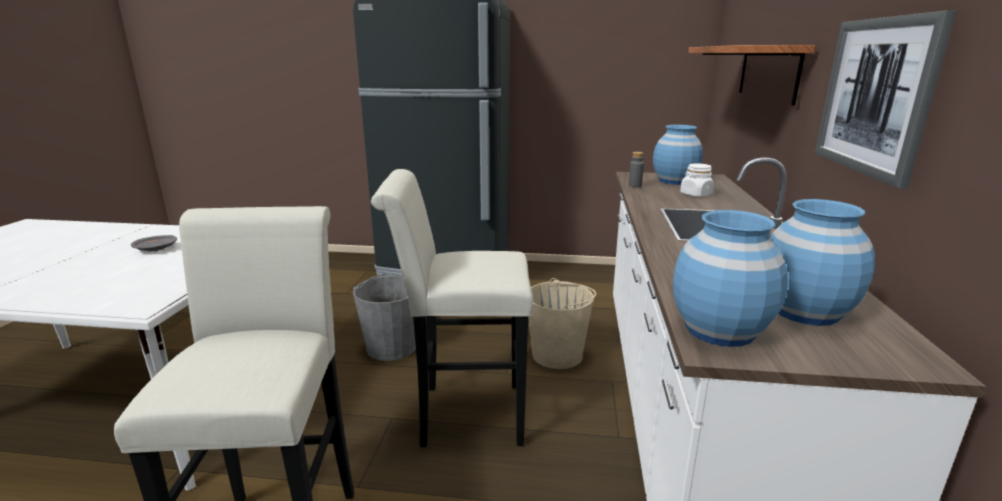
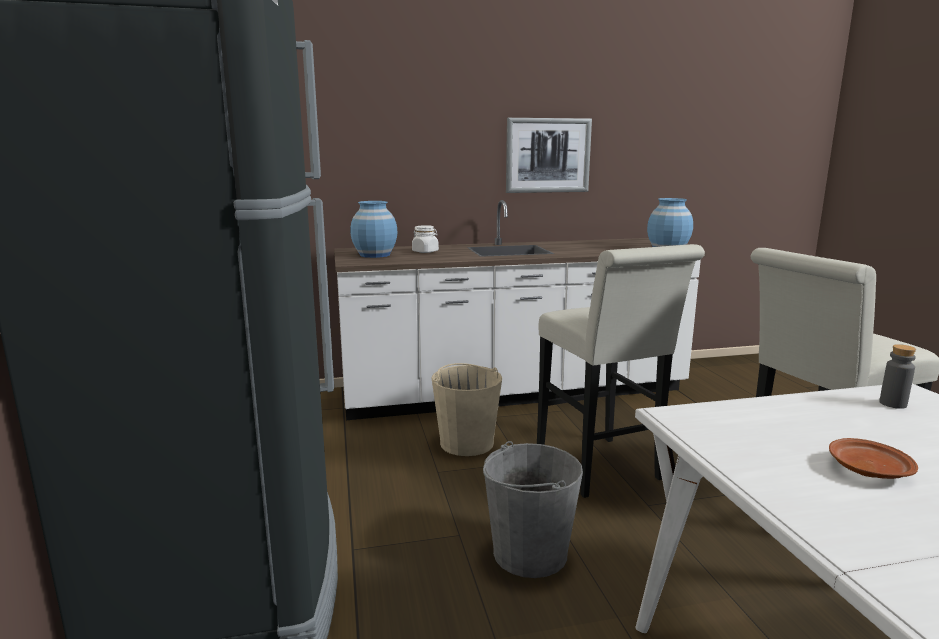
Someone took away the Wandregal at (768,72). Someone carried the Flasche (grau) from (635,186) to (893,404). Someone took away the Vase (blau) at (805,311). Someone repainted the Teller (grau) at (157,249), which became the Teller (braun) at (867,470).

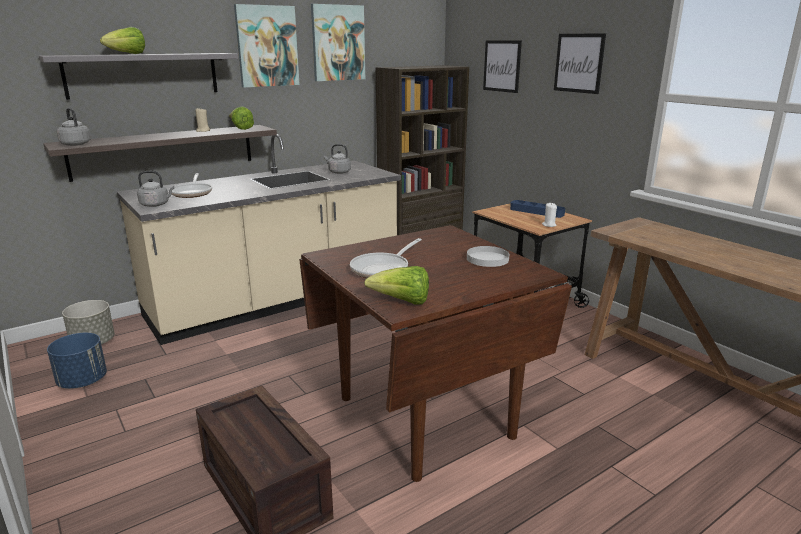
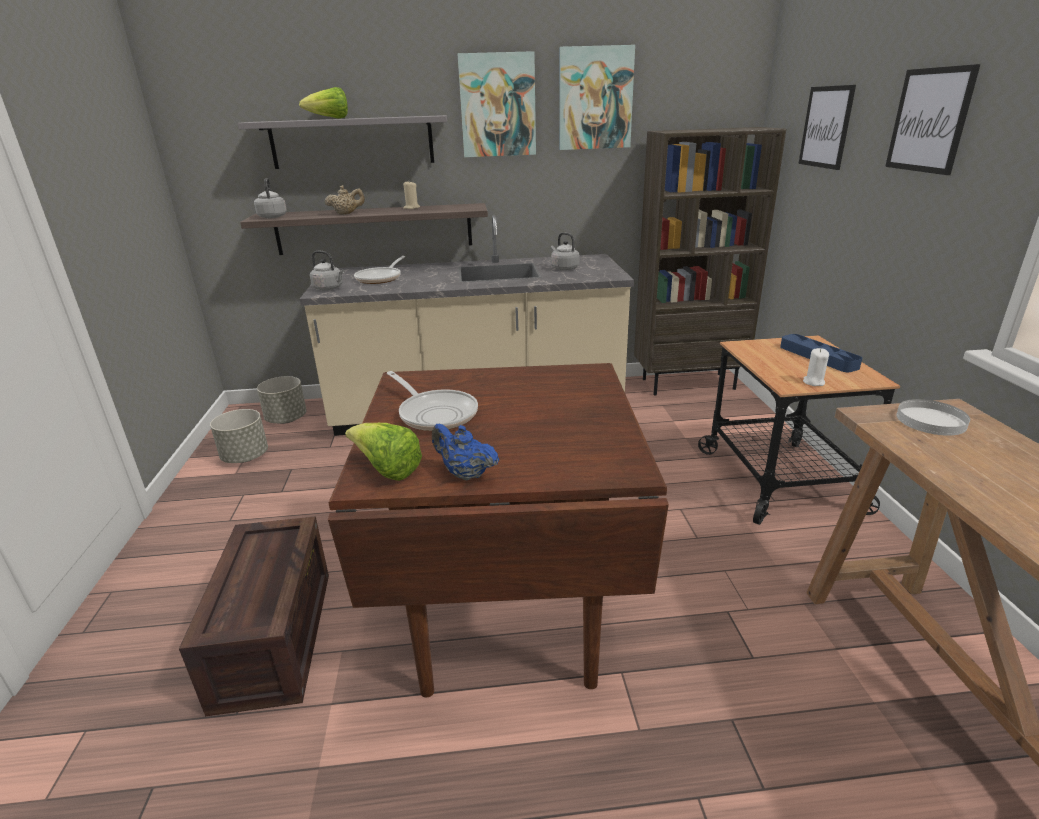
Someone took away the Salatkopf at (240,128). Someone rotated the Pfanne at (383,269) by 105 degrees counterclockwise. Someone carried the Teller (weiß) from (488,259) to (931,420). Someone repainted the Pflanzkübel (blau) at (82,381), which became the Pflanzkübel (grau) at (245,457). Someone put down the Teekanne (beige) at (347,214). Someone put down the Teekanne (blau) at (465,474).

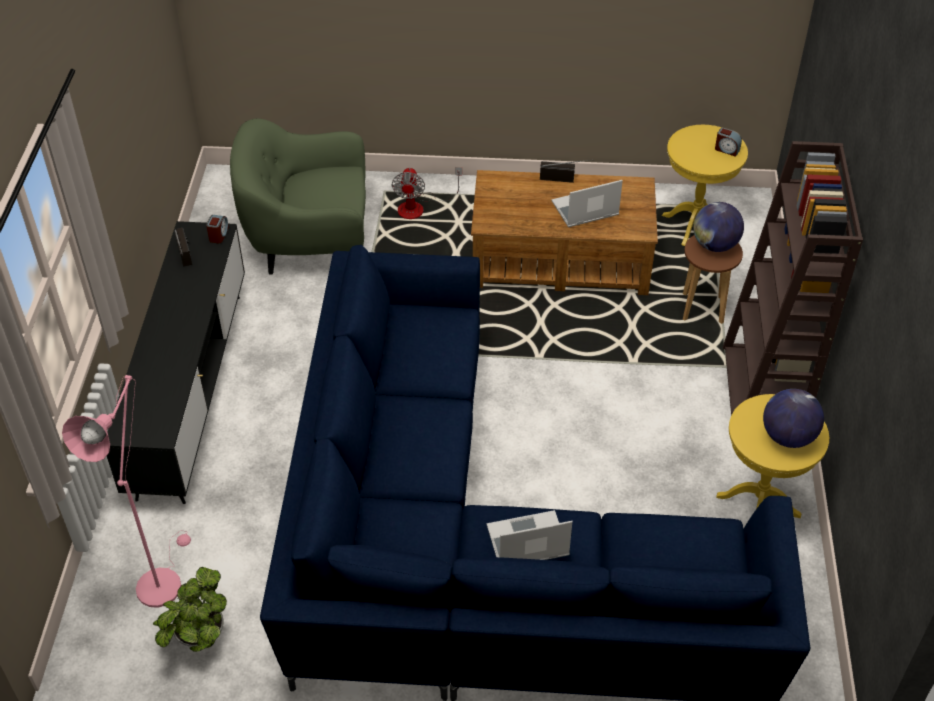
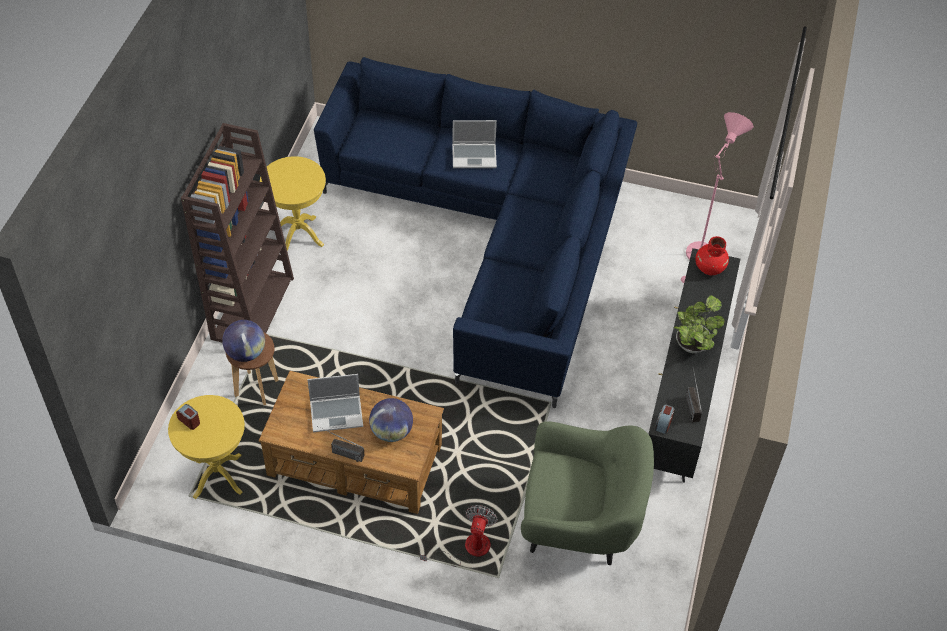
Someone carried the Globus from (788,436) to (391,432). Someone carried the Topfpflanze from (198,637) to (693,344). Someone put down the Vase (rot) at (709,268).

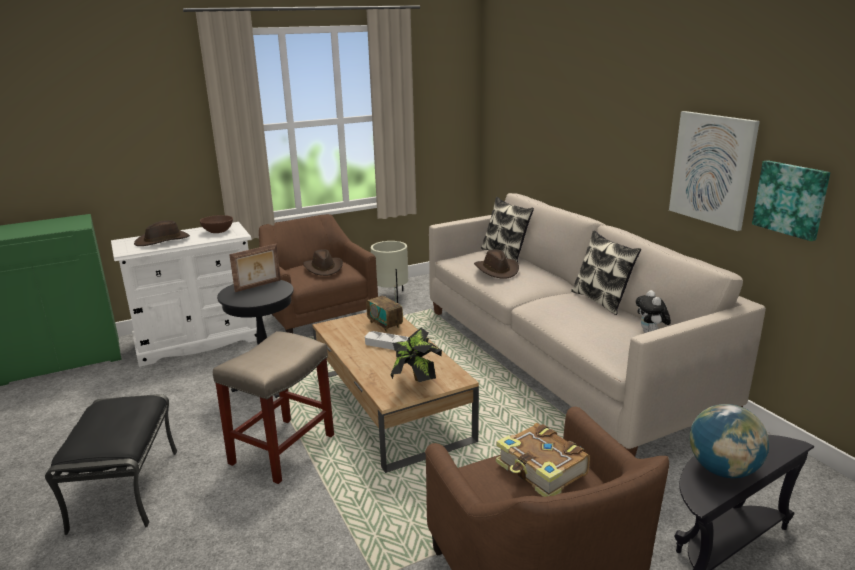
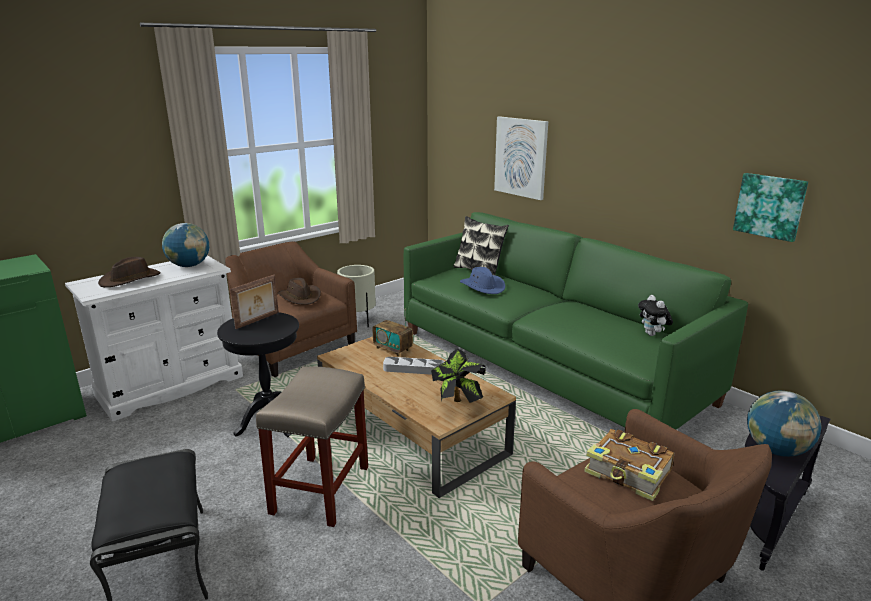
Someone carried the Bild from (712,169) to (521,157). Someone repainted the Sofa (beige) at (561,358), which became the Sofa (grün) at (547,365). Someone swapped the Schüssel (braun) at (218,231) for the Globus at (189,266). Someone took away the Kissen at (601,300). Someone repainted the Hut (braun) at (497,270), which became the Hut (blau) at (483,286).

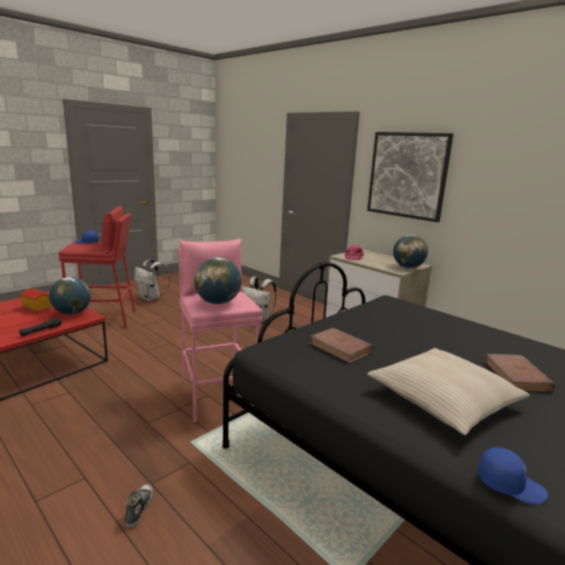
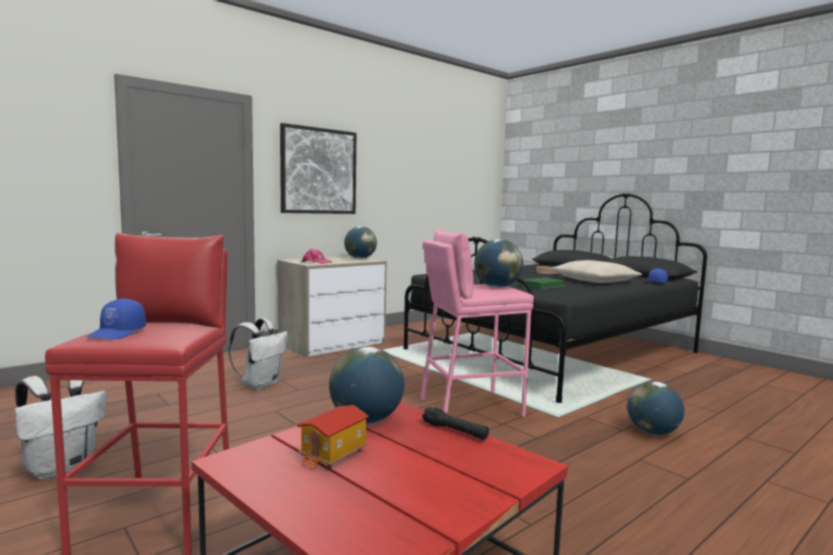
Someone repainted the Buch (braun) at (340,348), which became the Buch (grün) at (542,286). Someone swapped the Schuh at (138,508) for the Globus at (653,432).

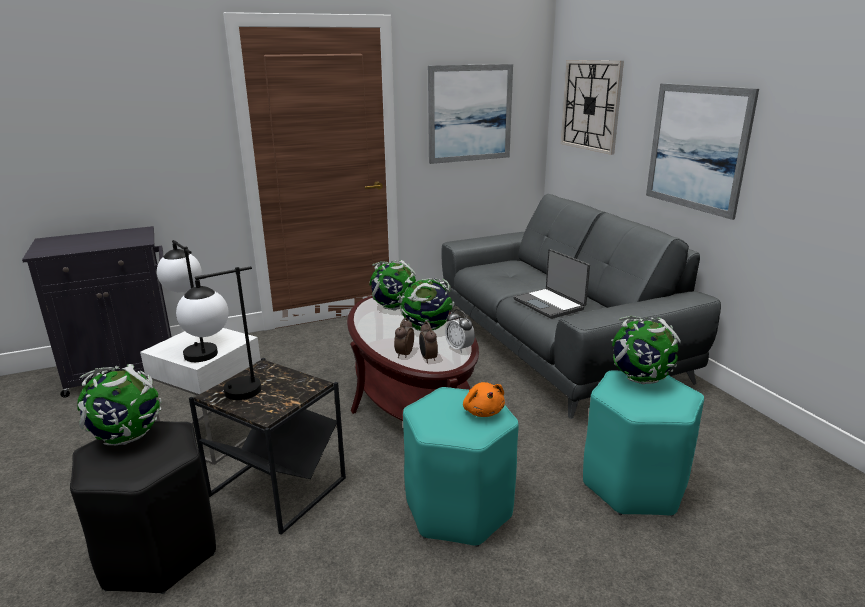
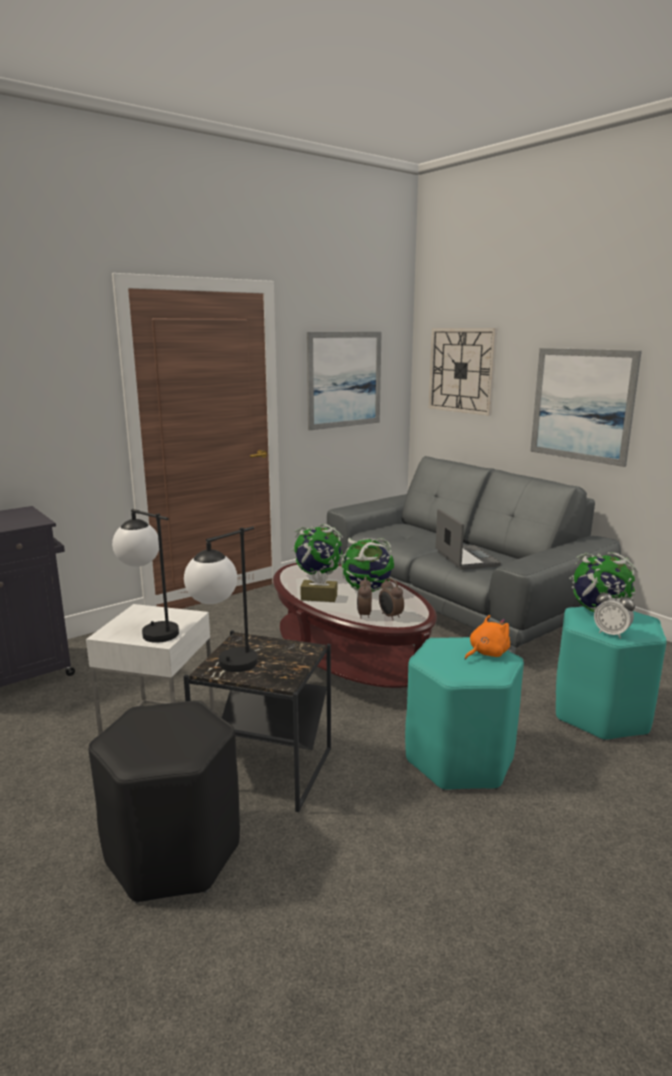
Someone rotated the Laptop at (550,304) by 150 degrees counterclockwise. Someone carried the Wecker from (459,348) to (611,633). Someone took away the Globus at (126,437). Someone rotated the Plüschtier (orange) at (483,411) by 90 degrees counterclockwise. Someone put down the Taschentuchbox (braun) at (319,597).

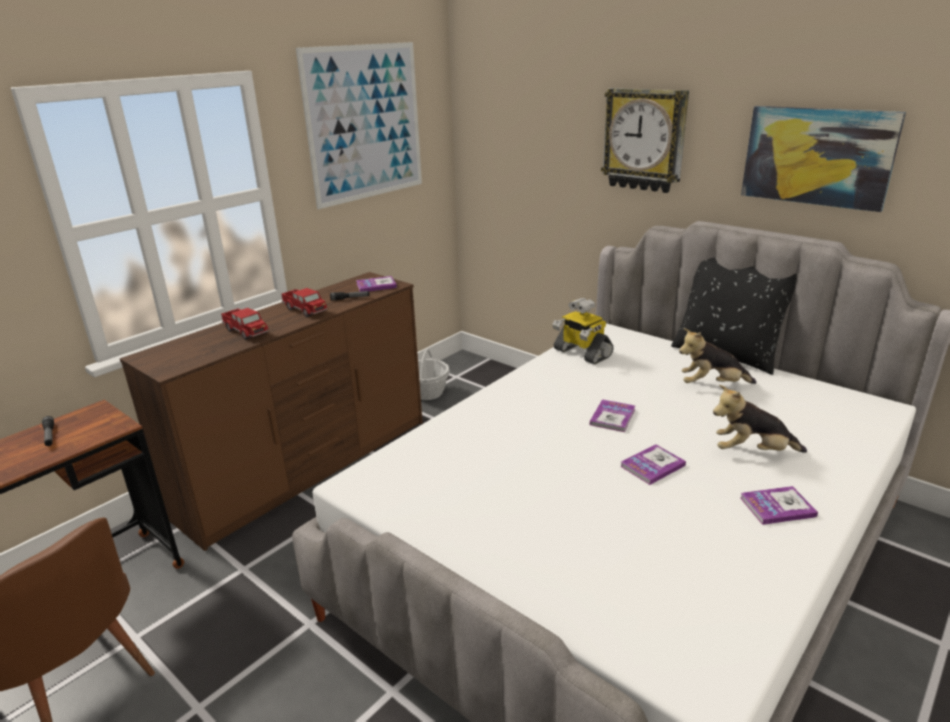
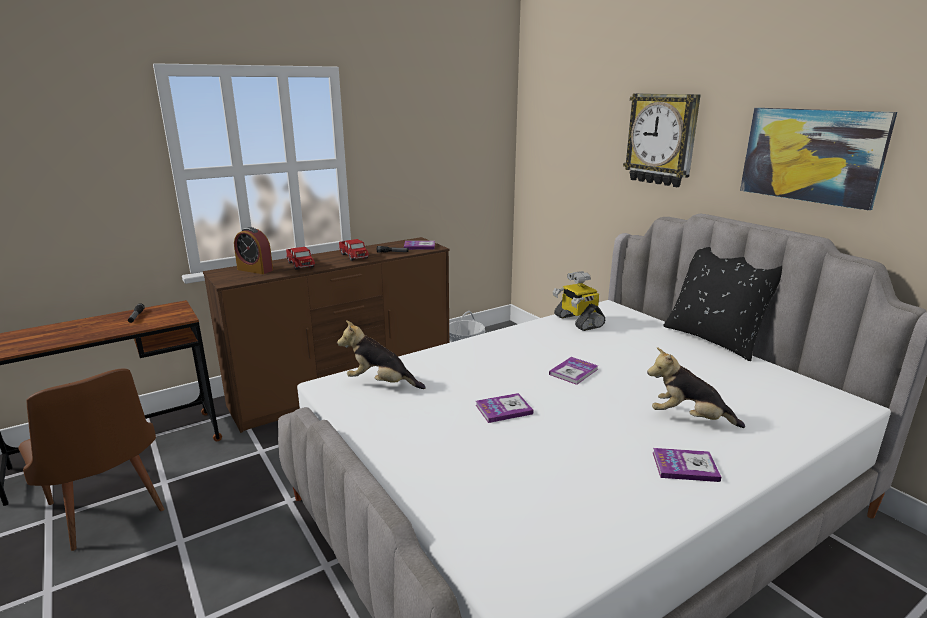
Someone took away the Bild at (365,123). Someone carried the Plüschtier from (712,385) to (381,383). Someone carried the Buch from (652,466) to (503,409). Someone put down the Wecker at (255,270).

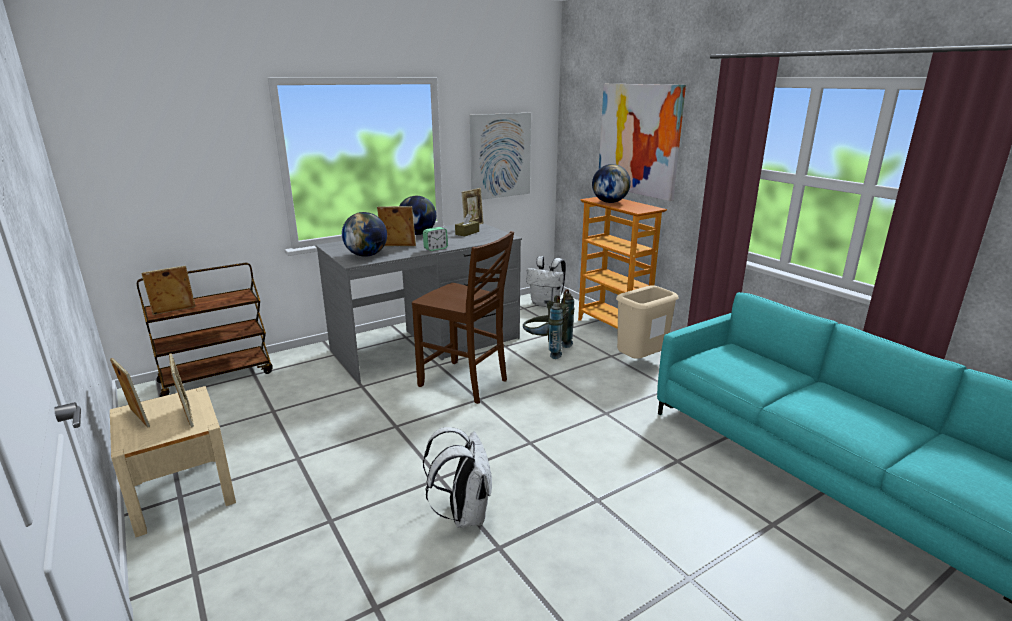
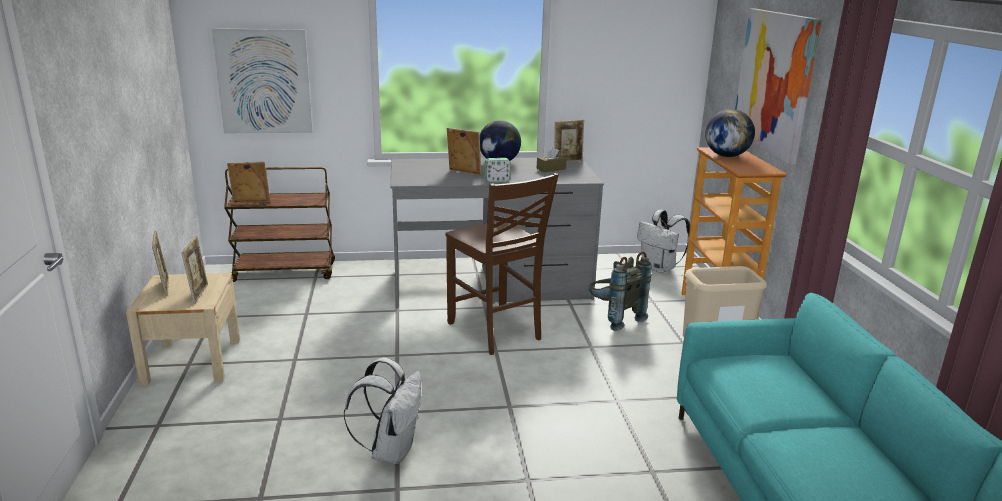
Someone carried the Bild from (500,156) to (264,82). Someone took away the Globus at (366,255).

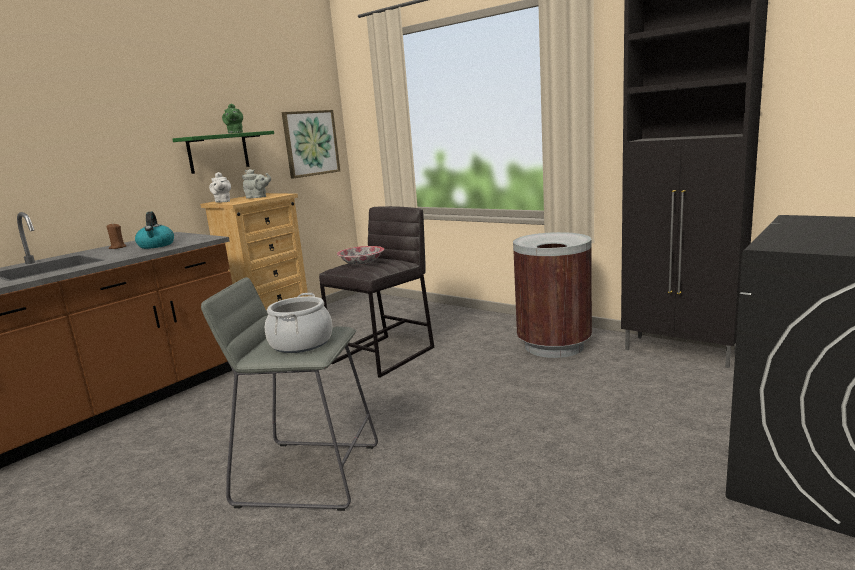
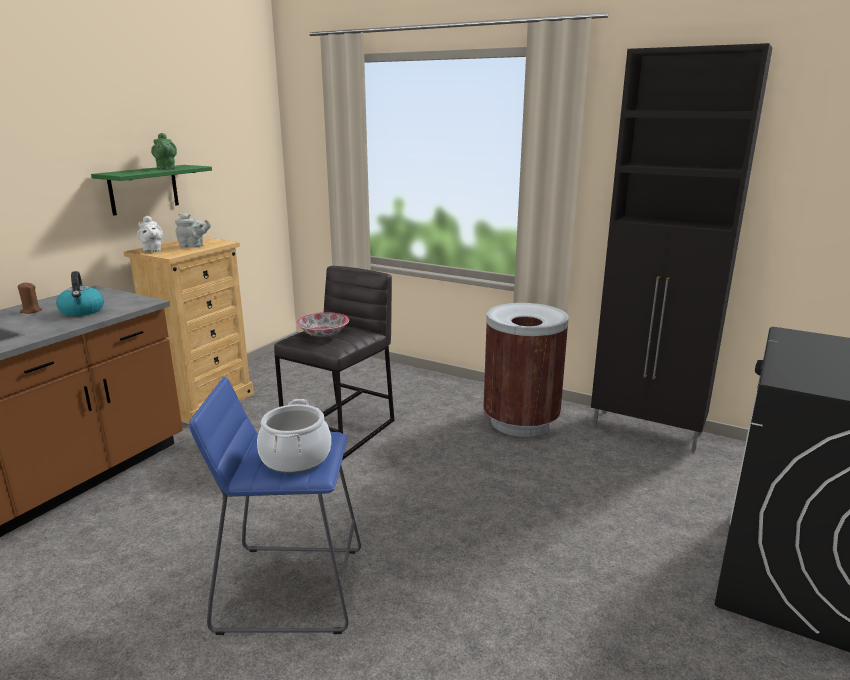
Someone took away the Bild at (310,143). Someone repainted the Hocker (grau) at (308,474), which became the Hocker (blau) at (290,588).

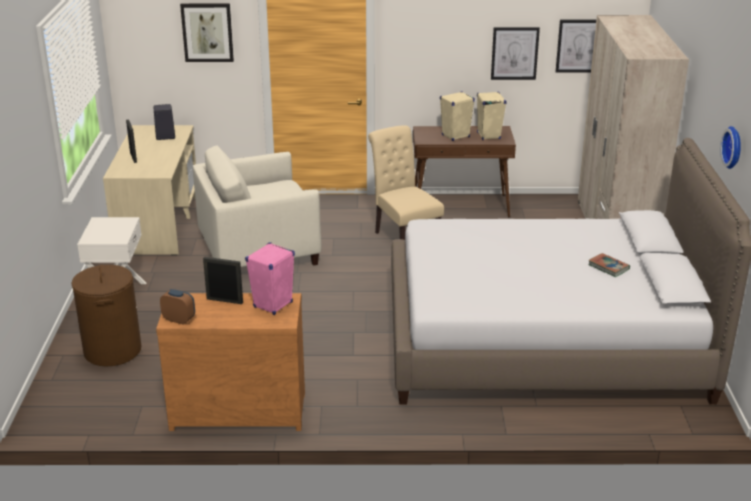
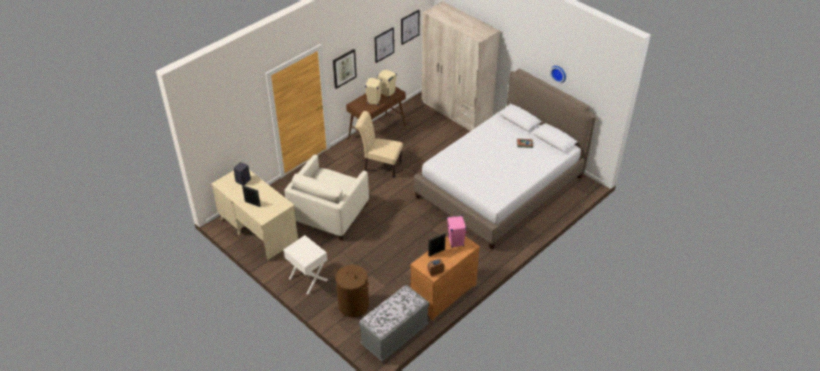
Someone carried the Bild from (207,32) to (344,68). Someone put down the Bank (grau) at (395,335).

